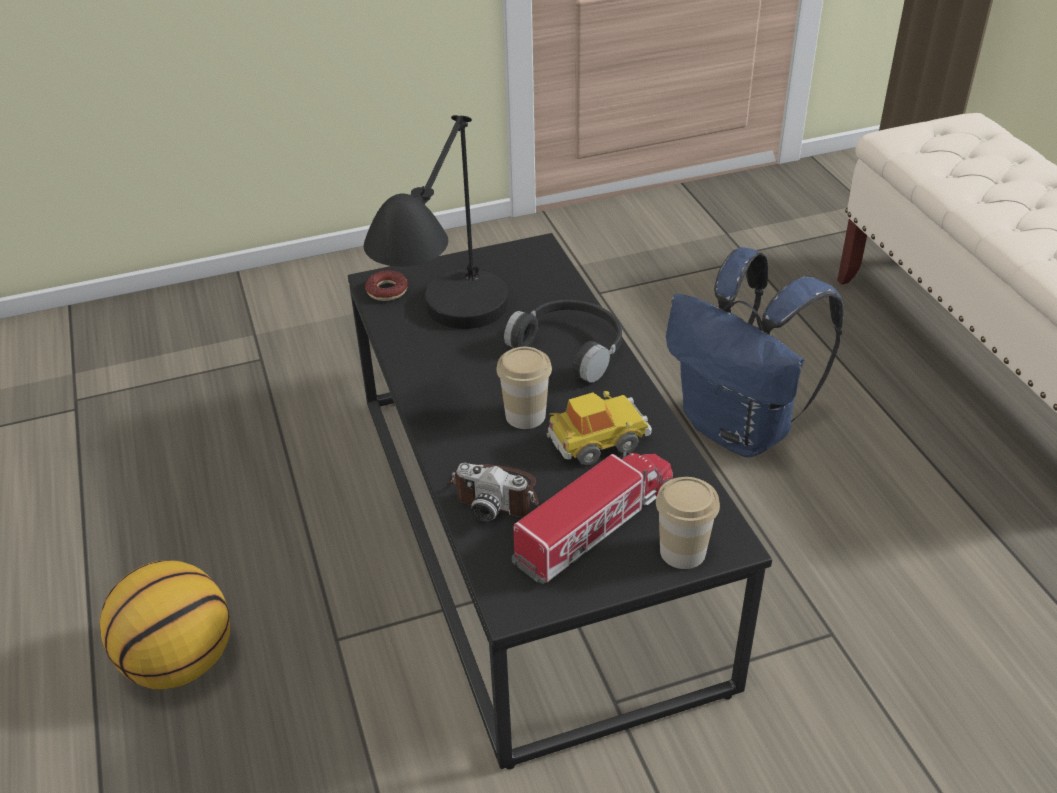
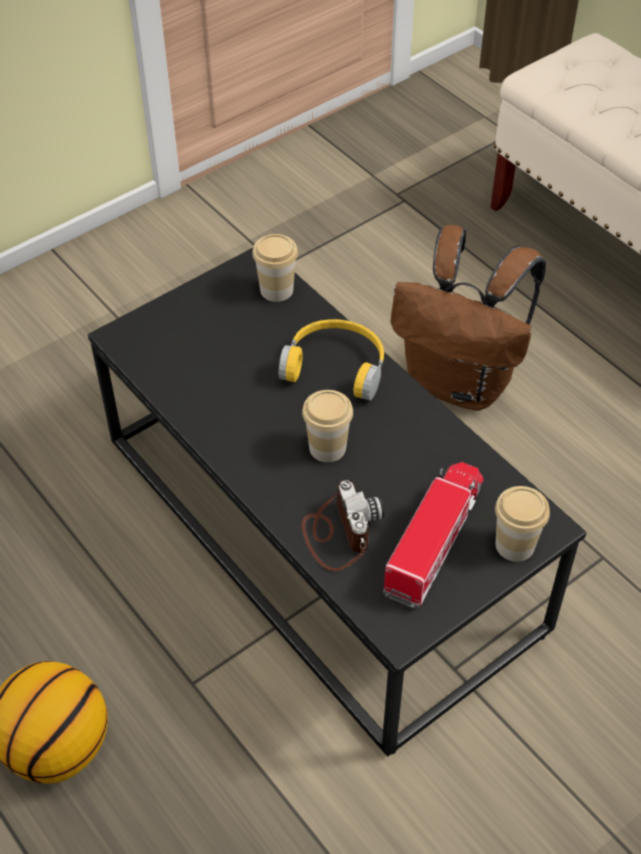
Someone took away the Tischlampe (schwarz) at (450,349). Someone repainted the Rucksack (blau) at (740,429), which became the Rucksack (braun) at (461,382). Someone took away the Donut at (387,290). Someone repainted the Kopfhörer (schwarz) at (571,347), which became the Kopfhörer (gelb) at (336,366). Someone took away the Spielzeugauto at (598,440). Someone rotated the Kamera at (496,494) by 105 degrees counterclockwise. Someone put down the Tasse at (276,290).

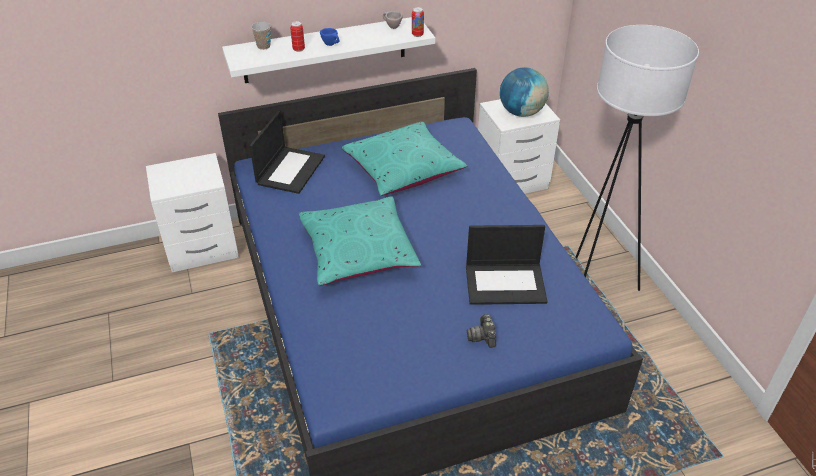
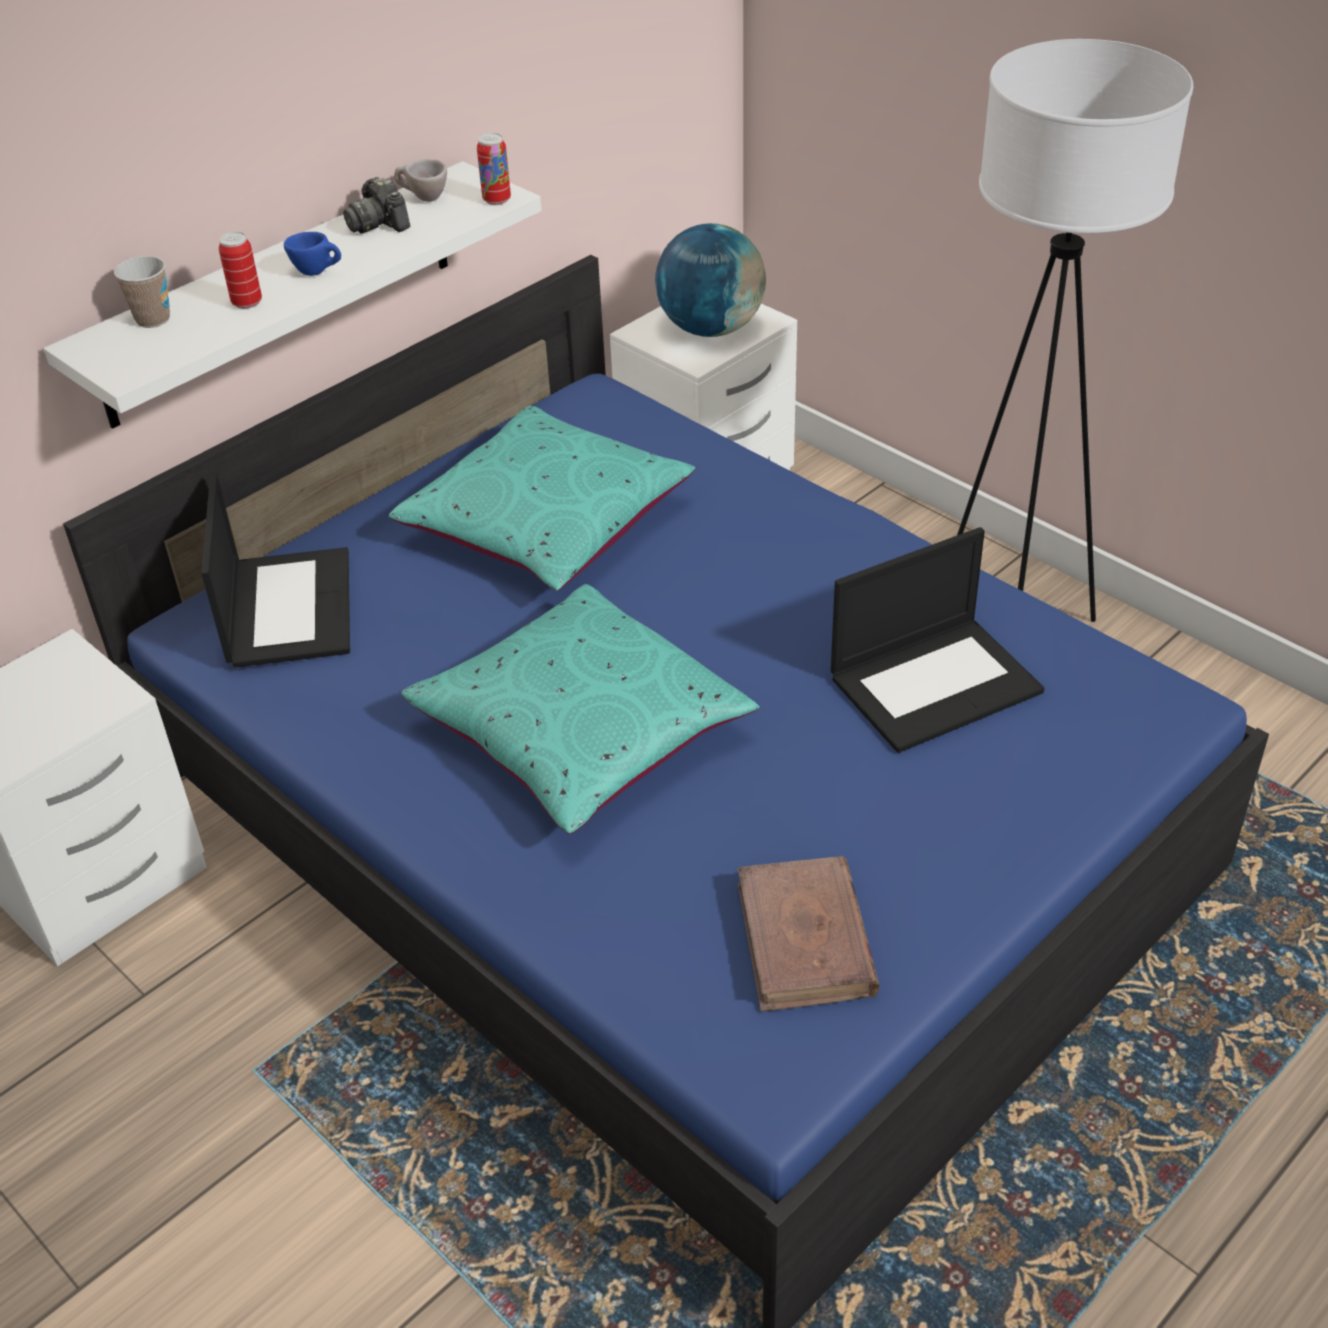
Someone carried the Kamera from (483,337) to (379,223). Someone put down the Buch (braun) at (805,939).

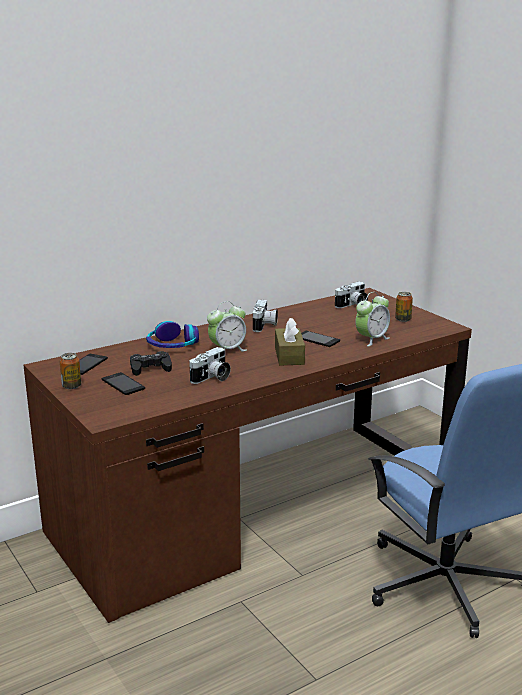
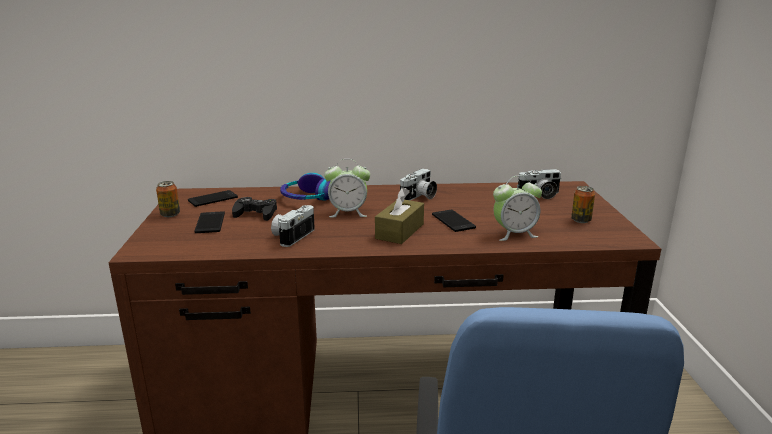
Someone rotated the Kamera at (212,378) by 135 degrees clockwise.

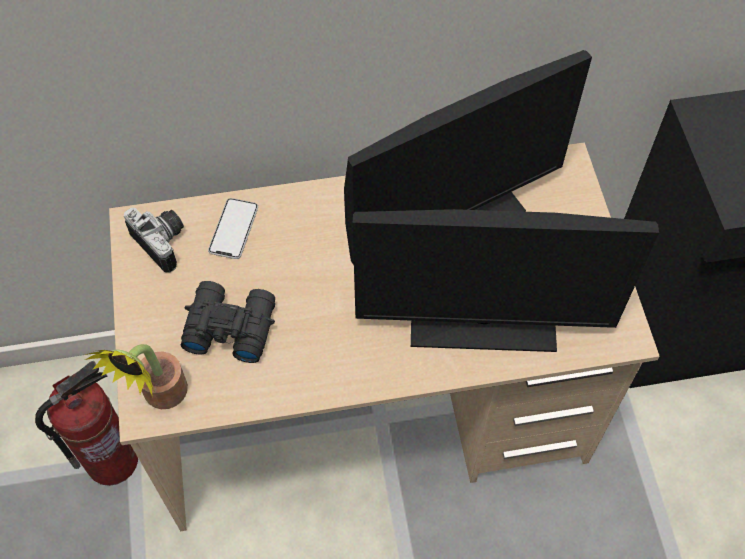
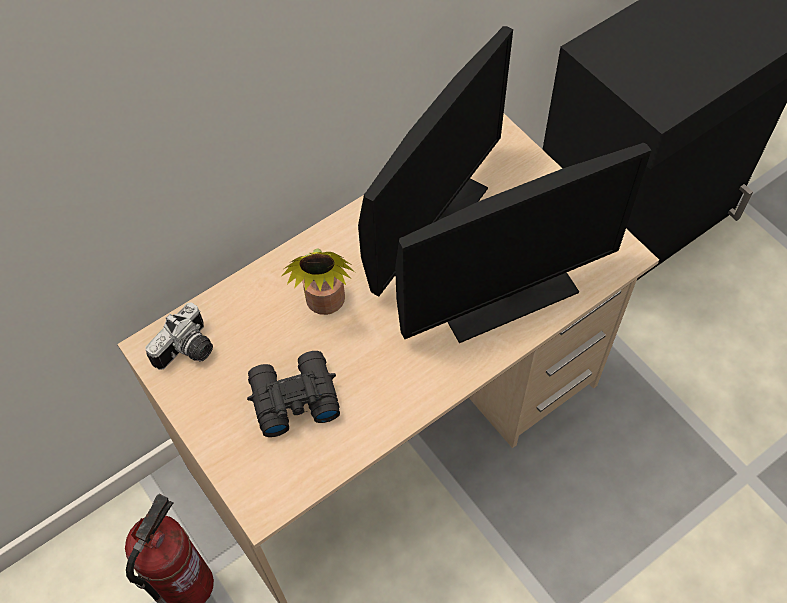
Someone took away the Handy at (233,229). Someone rotated the Kamera at (164,242) by 105 degrees clockwise. Someone carried the Topfpflanze from (160,397) to (325,305).

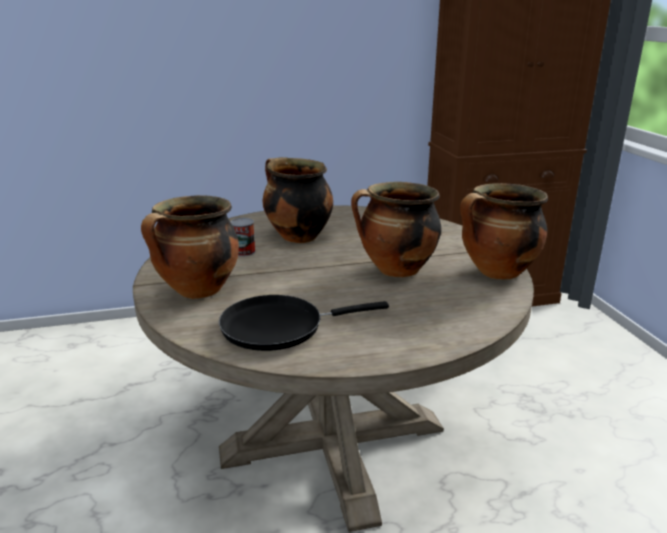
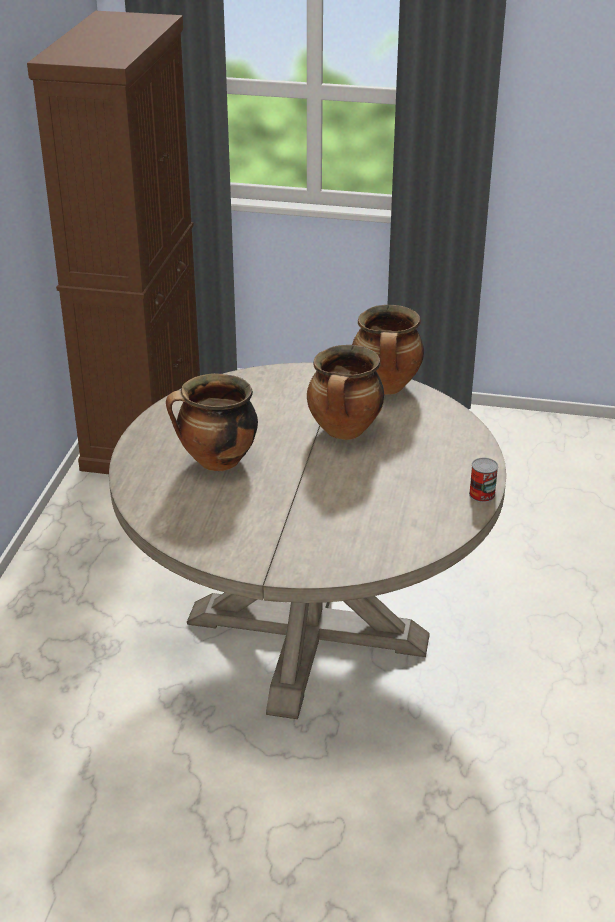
Someone took away the Kochtopf at (198,291). Someone carried the Dose from (243,252) to (482,494). Someone took away the Pfanne (schwarz) at (279,327).

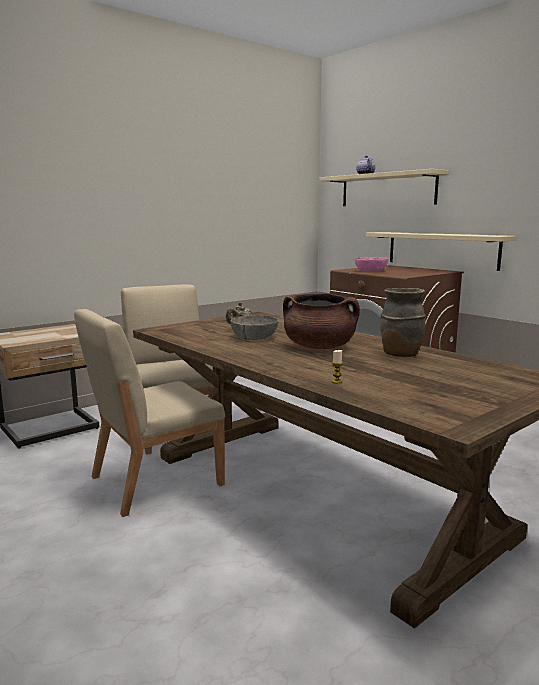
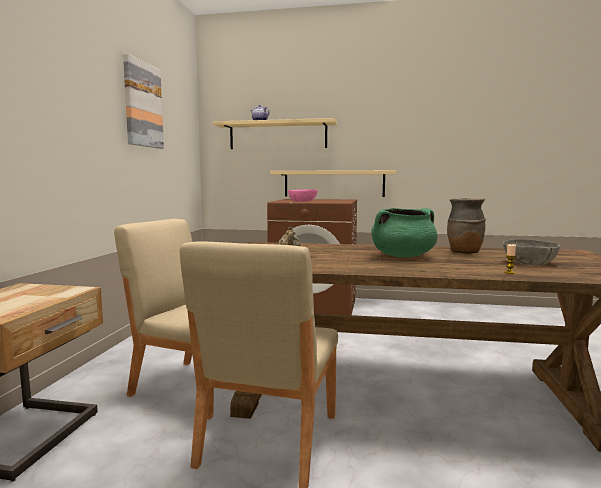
Someone repainted the Kochtopf (braun) at (319,347), which became the Kochtopf (grün) at (403,256). Someone carried the Schüssel (grau) from (254,337) to (529,263). Someone put up the Bild at (142,105).

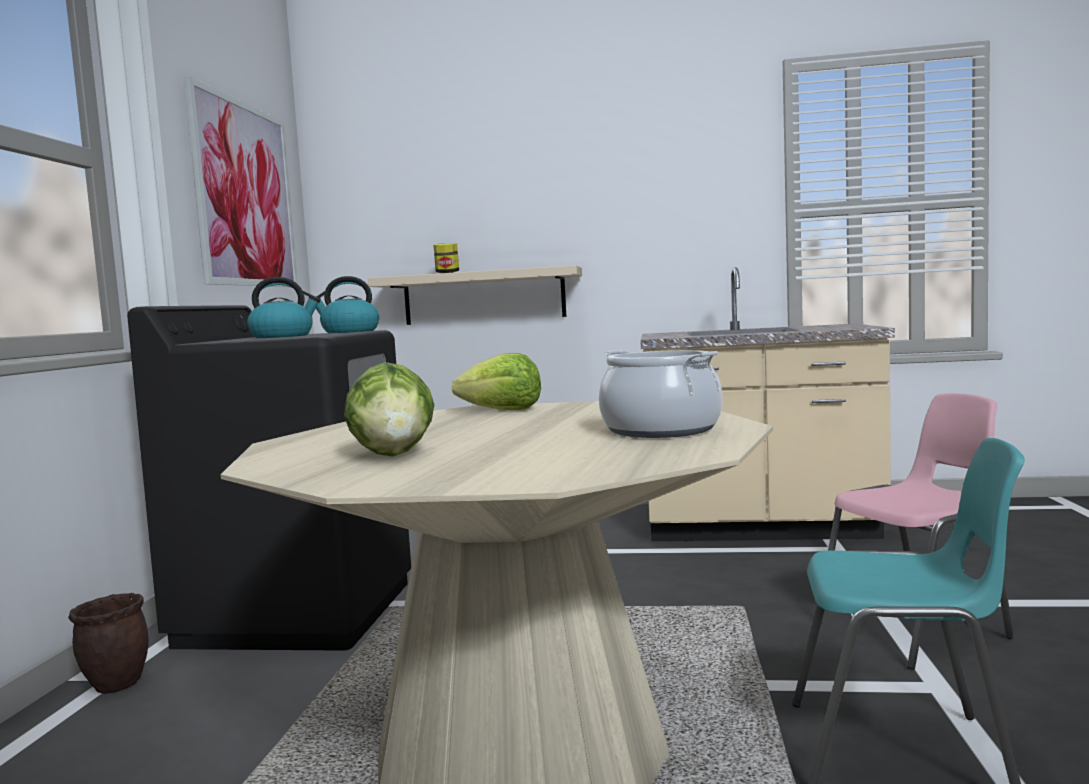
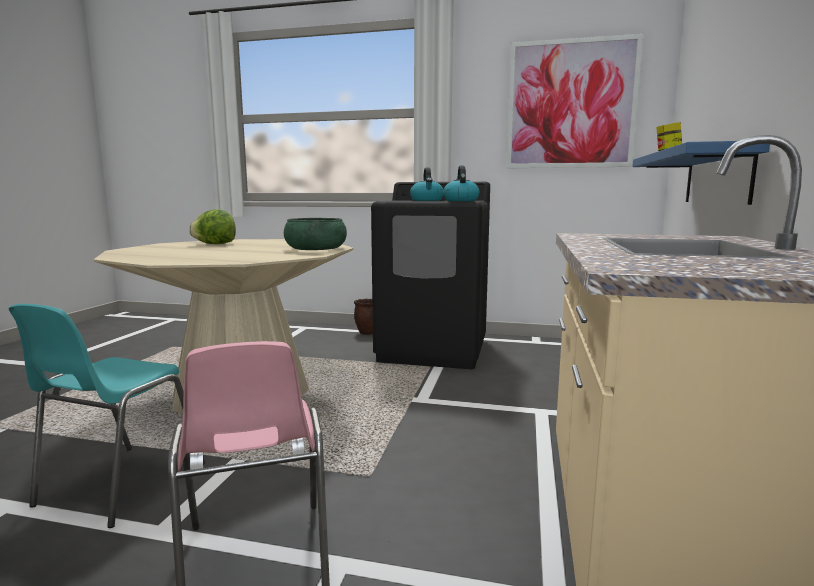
Someone repainted the Wandregal (beige) at (484,297), which became the Wandregal (blau) at (717,177). Someone took away the Kochtopf at (661,430). Someone swapped the Salatkopf at (502,410) for the Schüssel (grün) at (315,249).

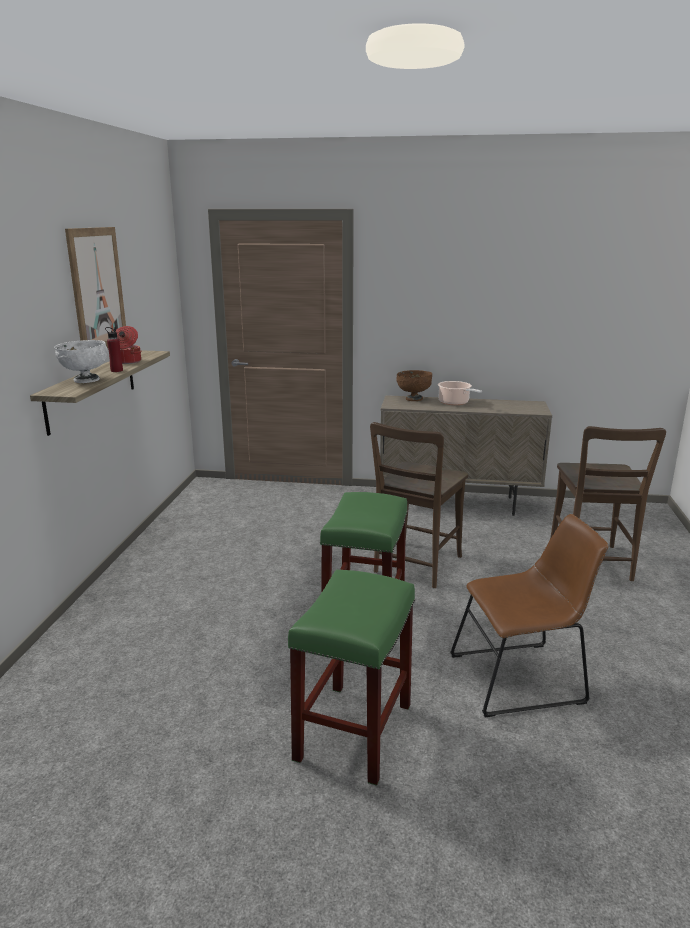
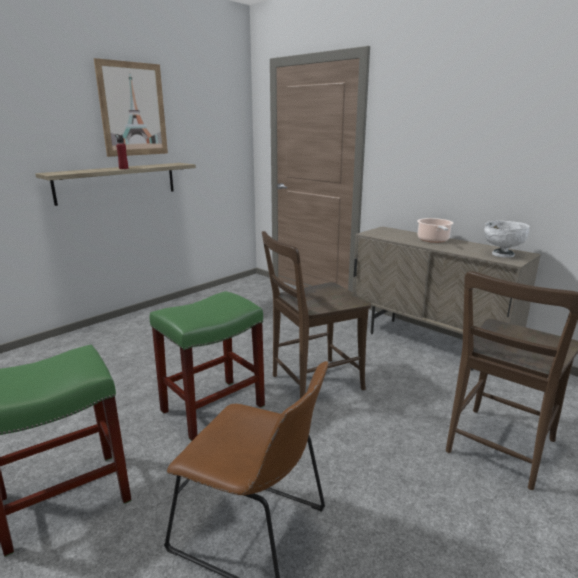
Someone took away the Kochtopf at (127,362). Someone carried the Schüssel (weiß) from (85,380) to (502,254). Someone took away the Schüssel (braun) at (413,399).

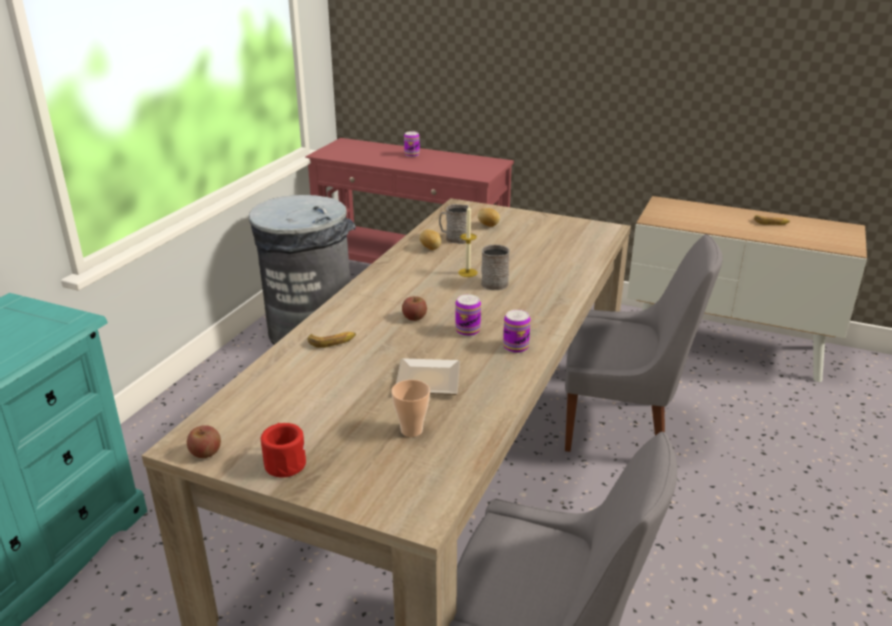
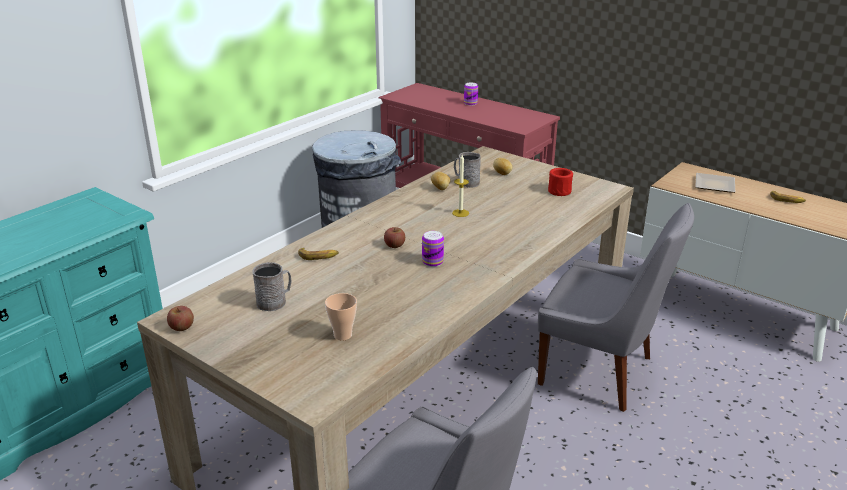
Someone carried the Henkelbecher (grau) from (497,282) to (275,301). Someone took away the Dose at (515,347). Someone carried the Teller from (426,381) to (713,185). Someone carried the Henkelbecher (rot) from (284,461) to (559,190).

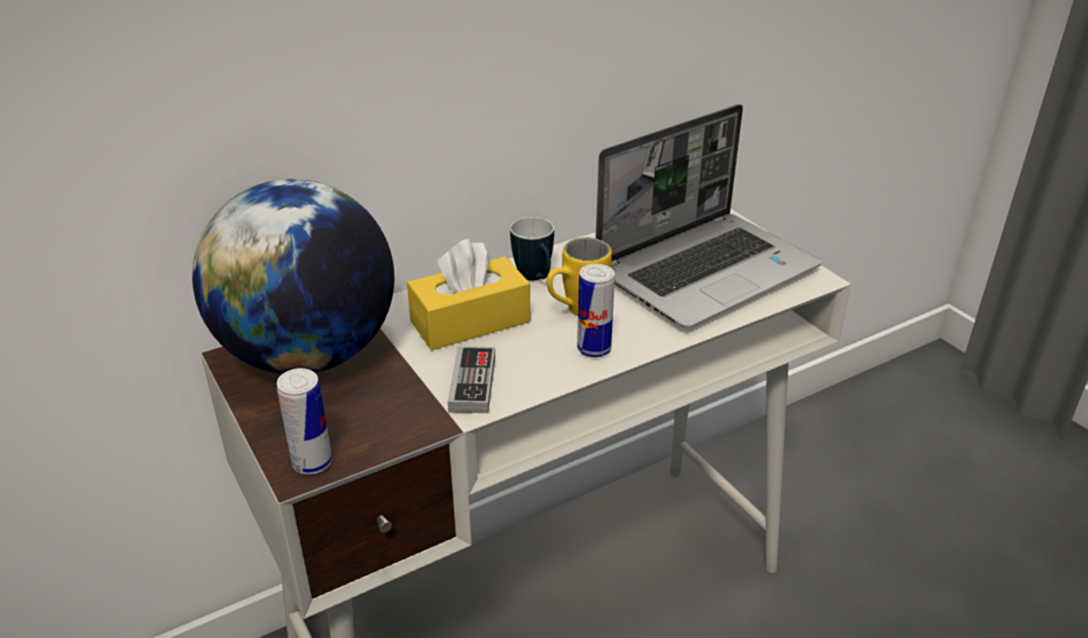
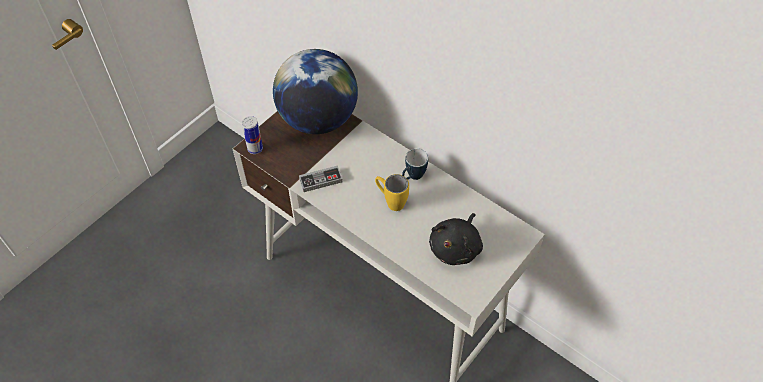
Someone swapped the Laptop at (707,270) for the Plüschtier (schwarz) at (456,247). Someone took away the Taschentuchbox (gelb) at (470,321). Someone took away the Dose at (594,349).

